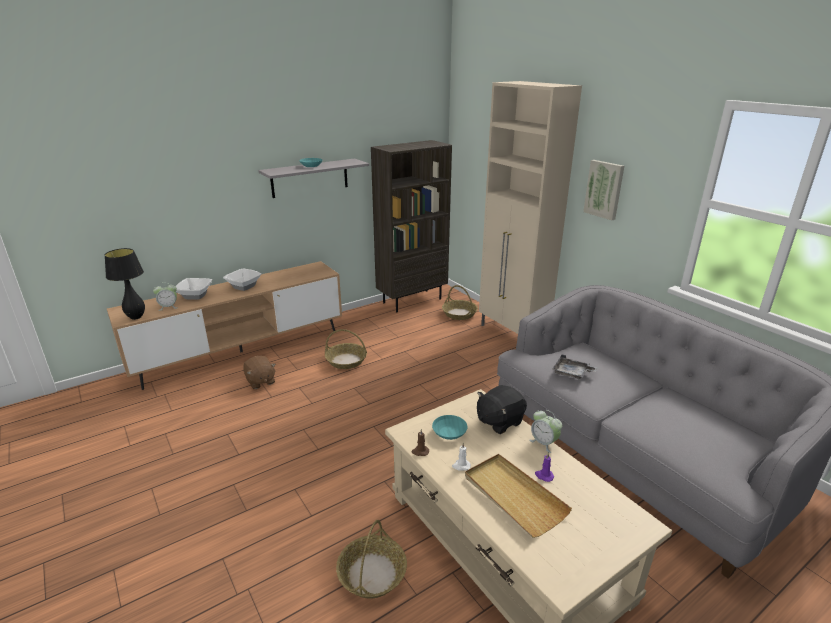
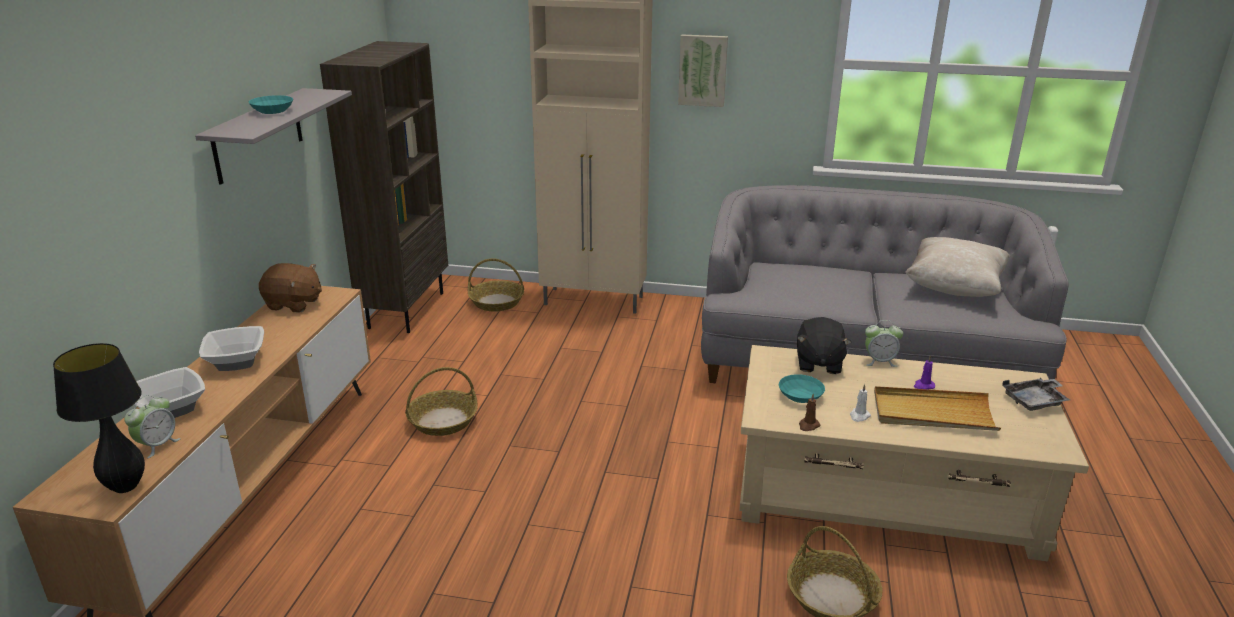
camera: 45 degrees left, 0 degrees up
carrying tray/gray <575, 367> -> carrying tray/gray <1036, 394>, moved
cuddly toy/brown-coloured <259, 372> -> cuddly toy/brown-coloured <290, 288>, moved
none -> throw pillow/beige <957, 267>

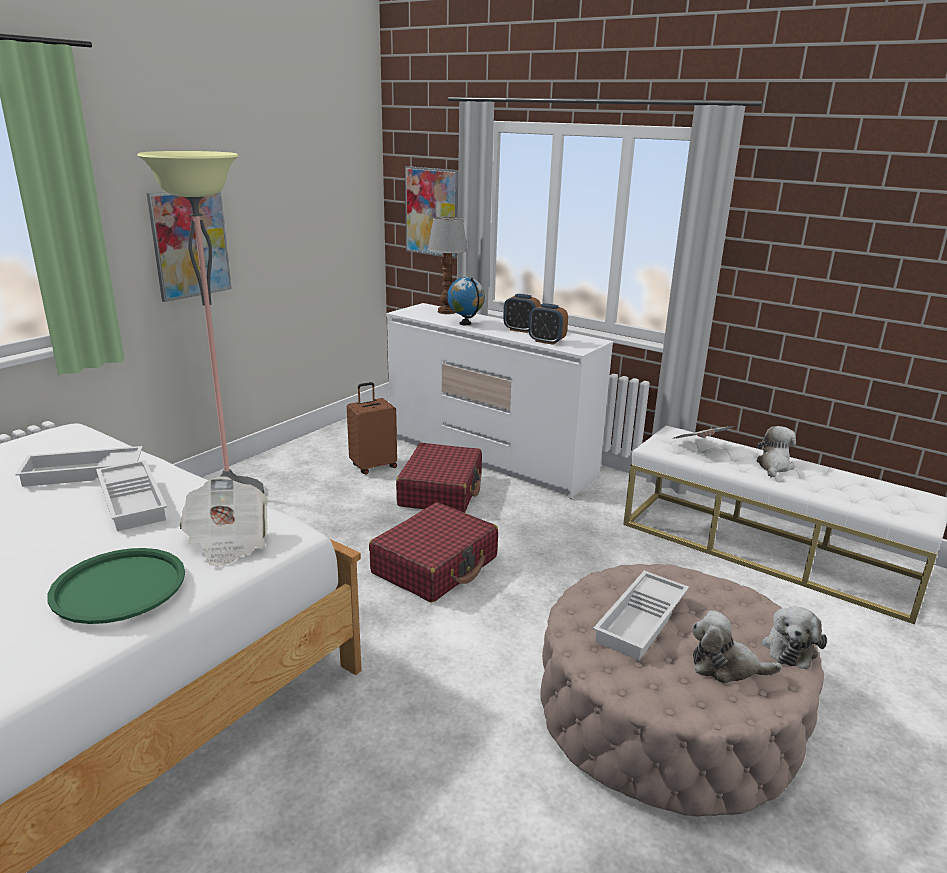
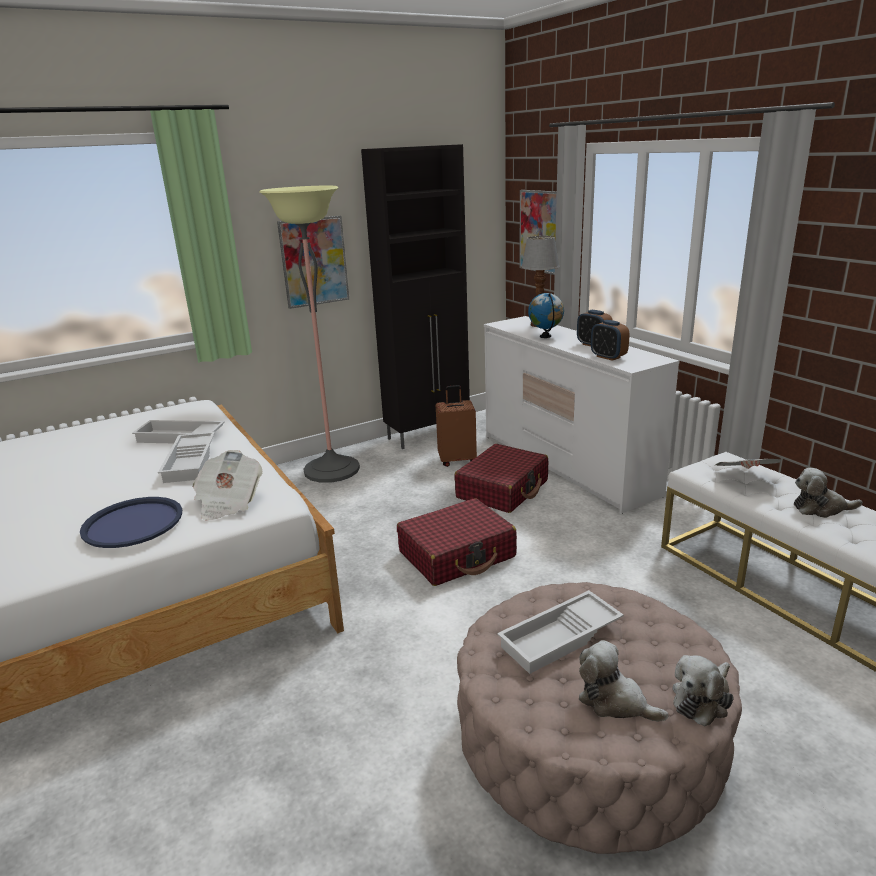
camera: 25 degrees right, 0 degrees up
cuddly toy <776, 451> -> cuddly toy <828, 493>, 135 degrees counterclockwise
carrying tray/green <116, 586> -> carrying tray/blue-coloured <131, 522>
none -> storage cabinet/black-coloured <415, 296>

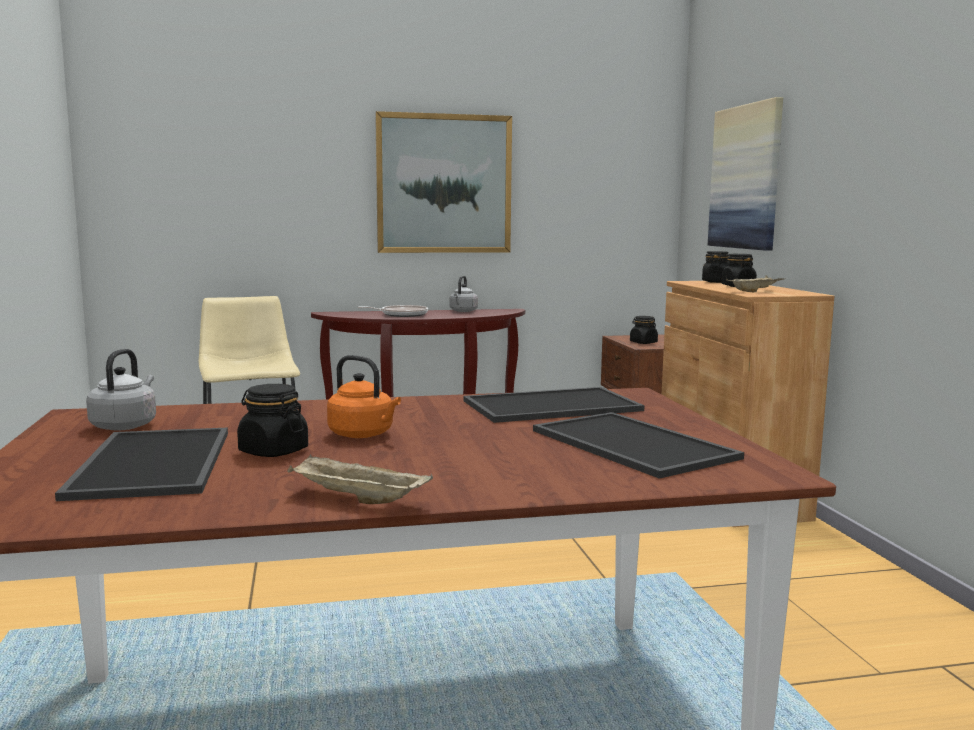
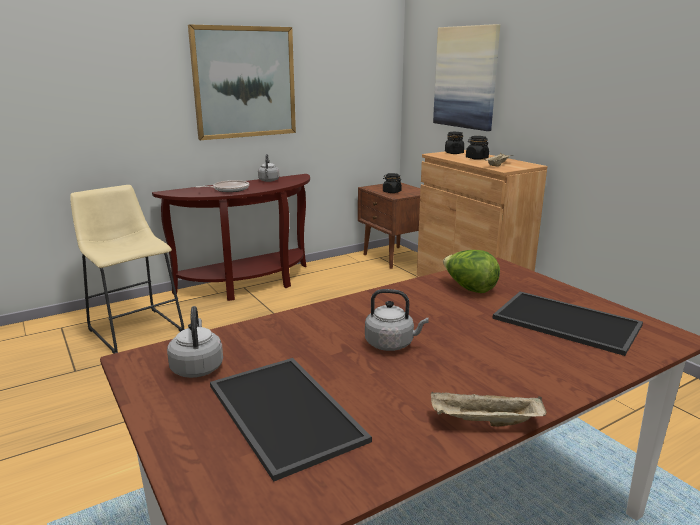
camera: 20 degrees left, 10 degrees up
tea kettle/orange-coloured <364, 396> -> tea kettle/gray <397, 320>
preserve jar/black-coloured <272, 420> -> none
carrying tray <554, 405> -> head of lettuce <471, 271>

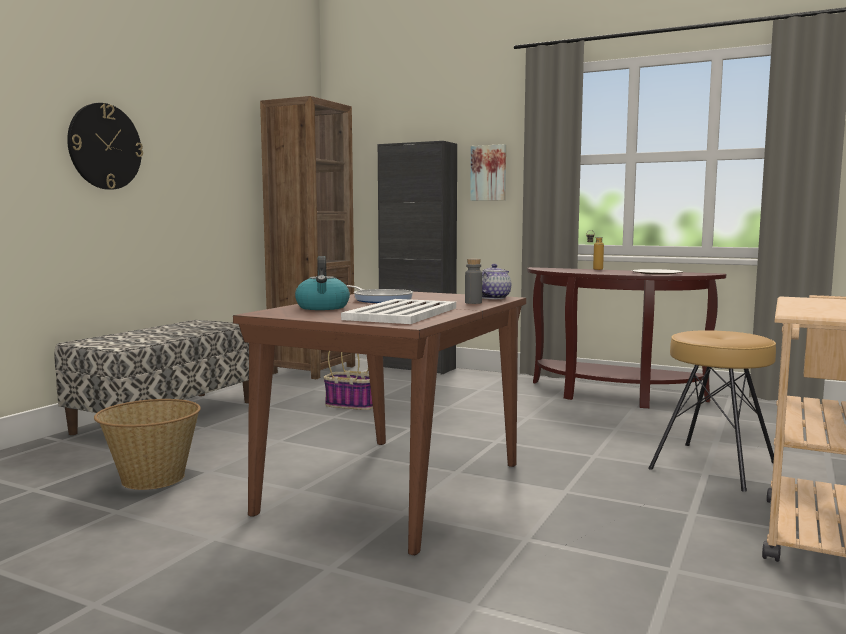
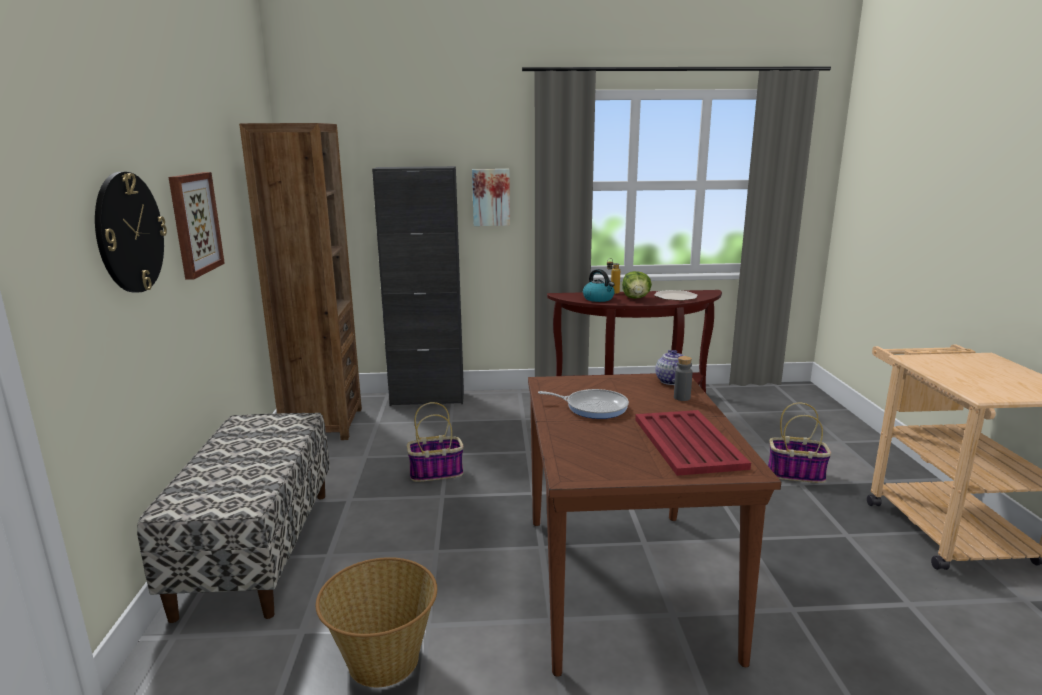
camera: 30 degrees left, 10 degrees up
tea kettle <322, 283> -> tea kettle <599, 285>, moved
carrying tray/white <398, 311> -> carrying tray/red <693, 443>
stool/brown-coloured <712, 411> -> storage basket <799, 443>
none -> wall picture <196, 226>
none -> head of lettuce <637, 285>

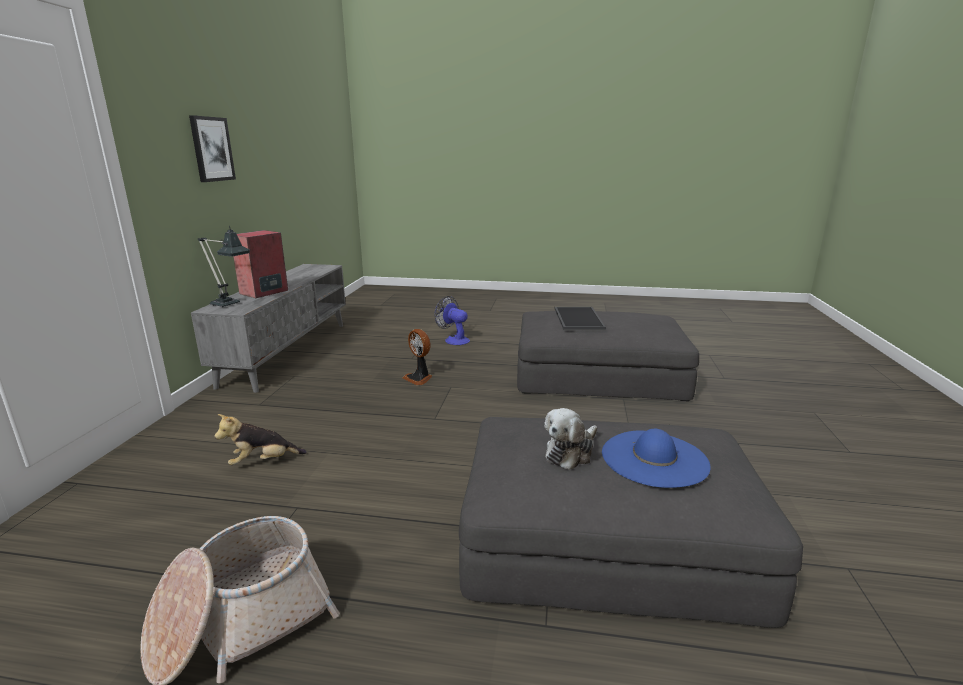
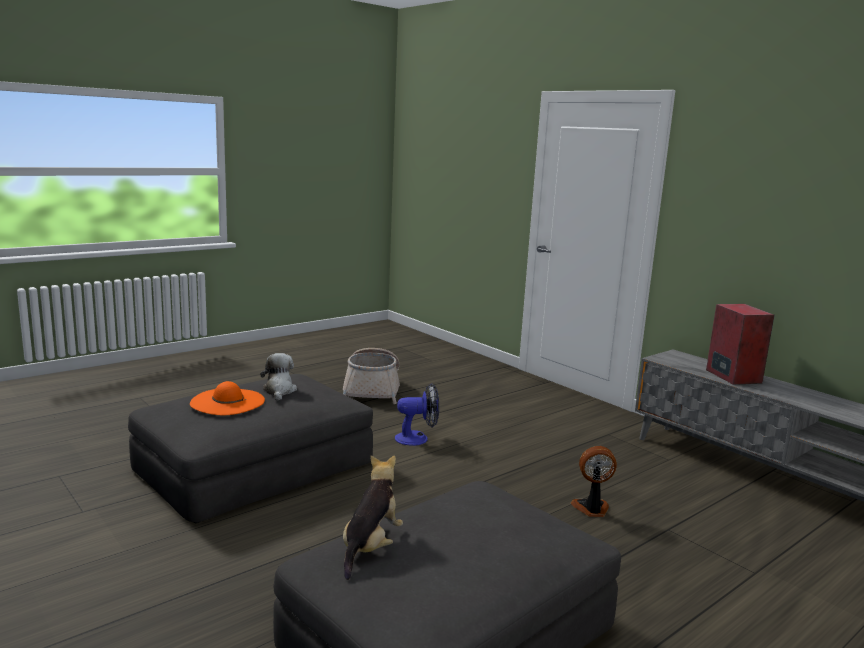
camera: 130 degrees right, 5 degrees down
wall picture <212, 148> -> none
tabletop lamp <223, 266> -> none
cooling fan <452, 320> -> cooling fan <417, 415>, moved
carrying tray <580, 318> -> none
cuddly toy <260, 439> -> cuddly toy <373, 517>, moved
wearable hat/blue-coloured <656, 458> -> wearable hat/orange-coloured <227, 398>

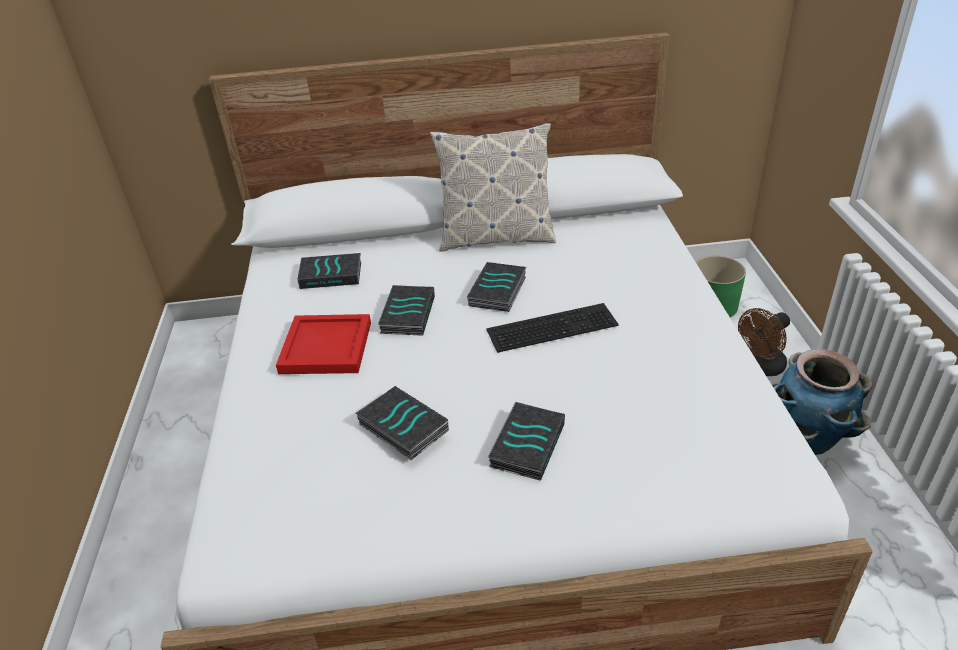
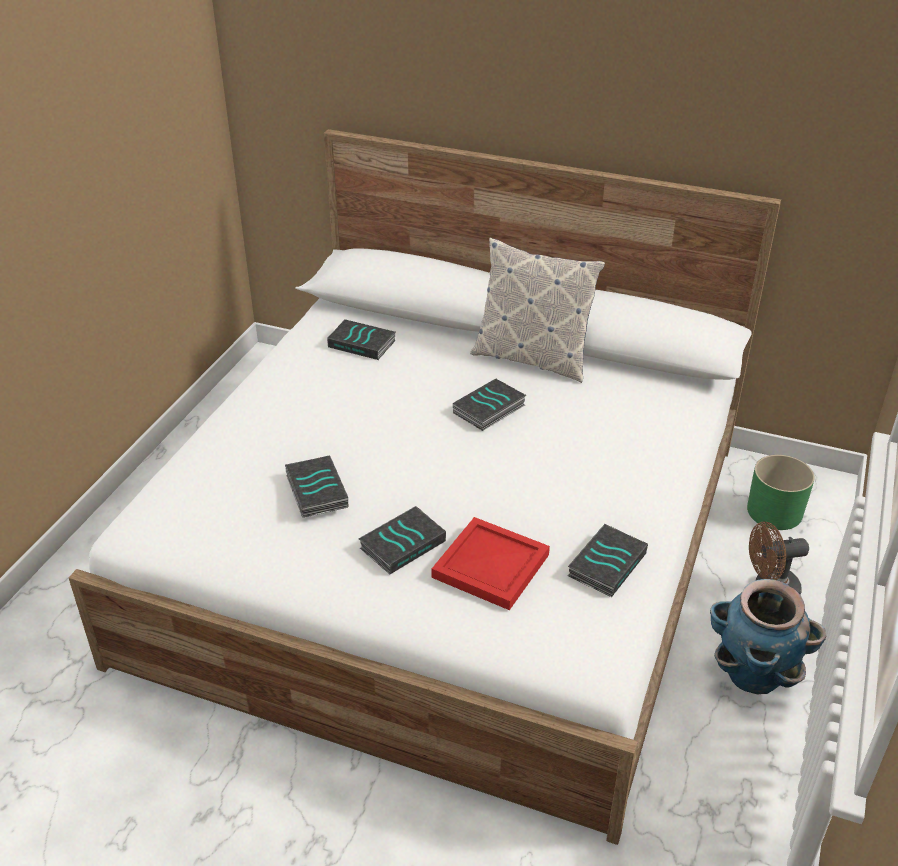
camera: 25 degrees right, 0 degrees up
book <406, 310> -> book <608, 560>, moved
computer keyboard <552, 328> -> none
carrying tray/red <323, 344> -> carrying tray/red <491, 563>, moved

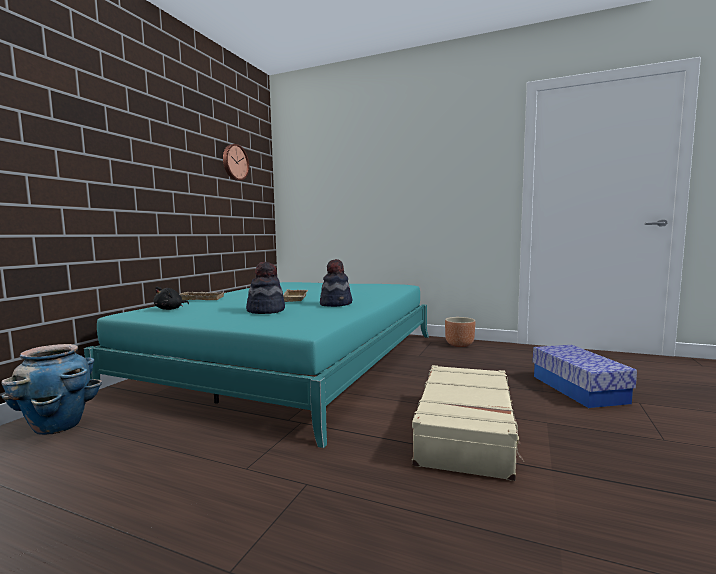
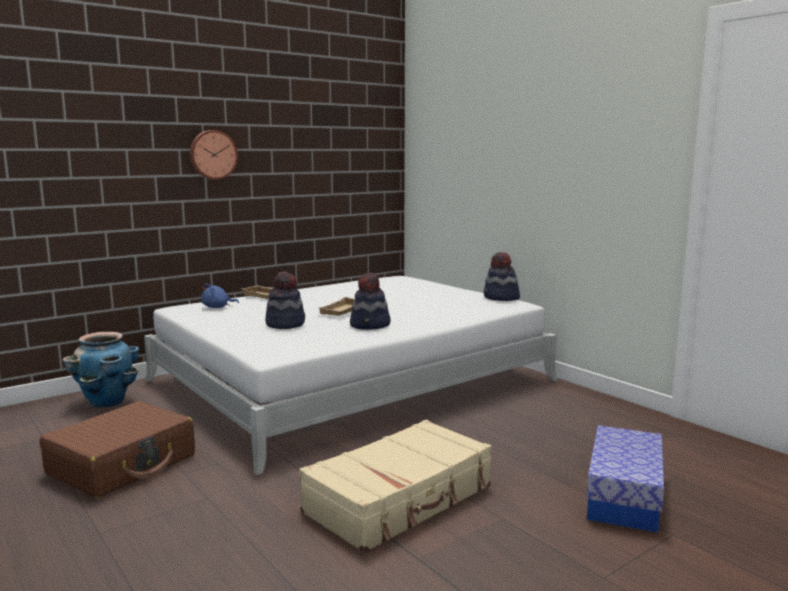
camera: 30 degrees right, 5 degrees up
wall clock <236, 162> -> wall clock <214, 155>, moved
bed/turquoise <256, 365> -> bed/white <351, 375>
cuddly toy/black-coloured <171, 298> -> cuddly toy/blue-coloured <220, 295>
flower pot/brown-coloured <460, 332> -> none
none -> wearable hat <502, 276>
none -> piece of luggage/brown-coloured <117, 449>

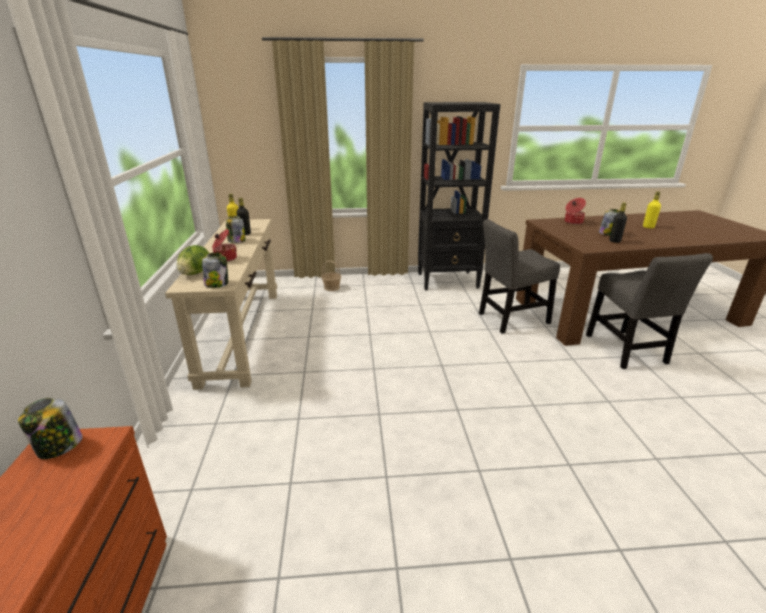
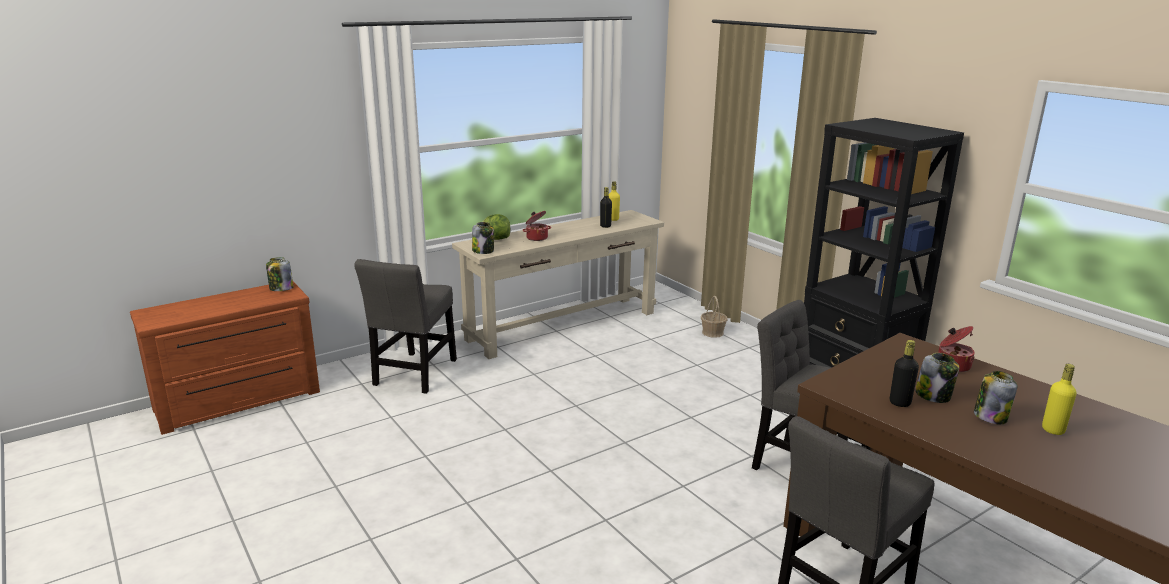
camera: 60 degrees right, 5 degrees down
preserve jar <235, 229> -> preserve jar <995, 397>, moved
none -> chair/gray <405, 326>

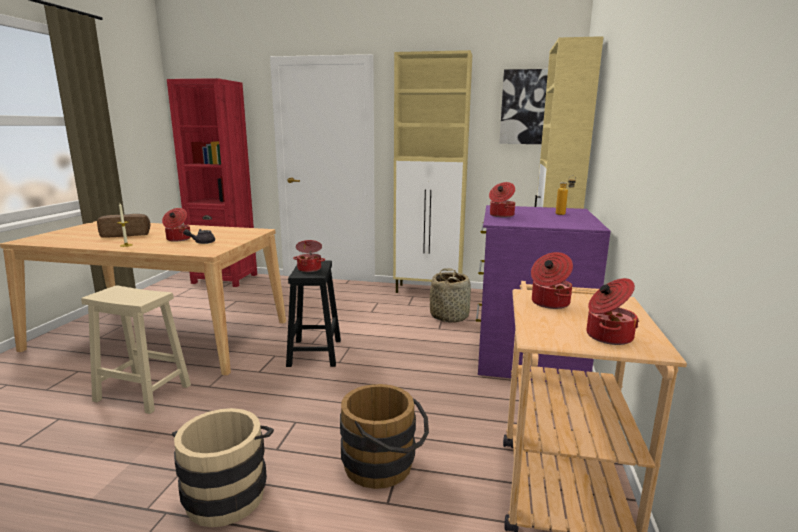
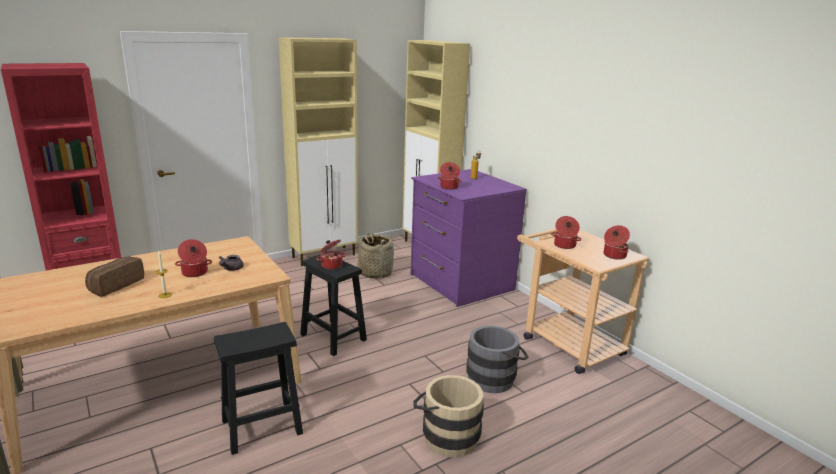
camera: 45 degrees left, 5 degrees up
wall picture <523, 106> -> none
stool/beige <136, 349> -> stool/black-coloured <258, 388>
pail/brown-coloured <384, 436> -> pail/gray <497, 359>

